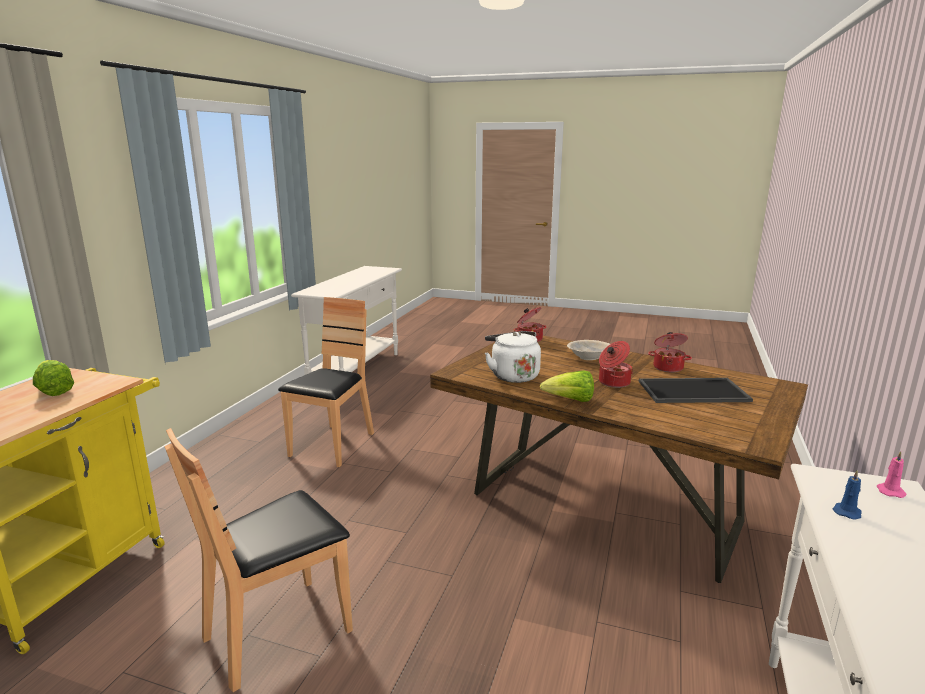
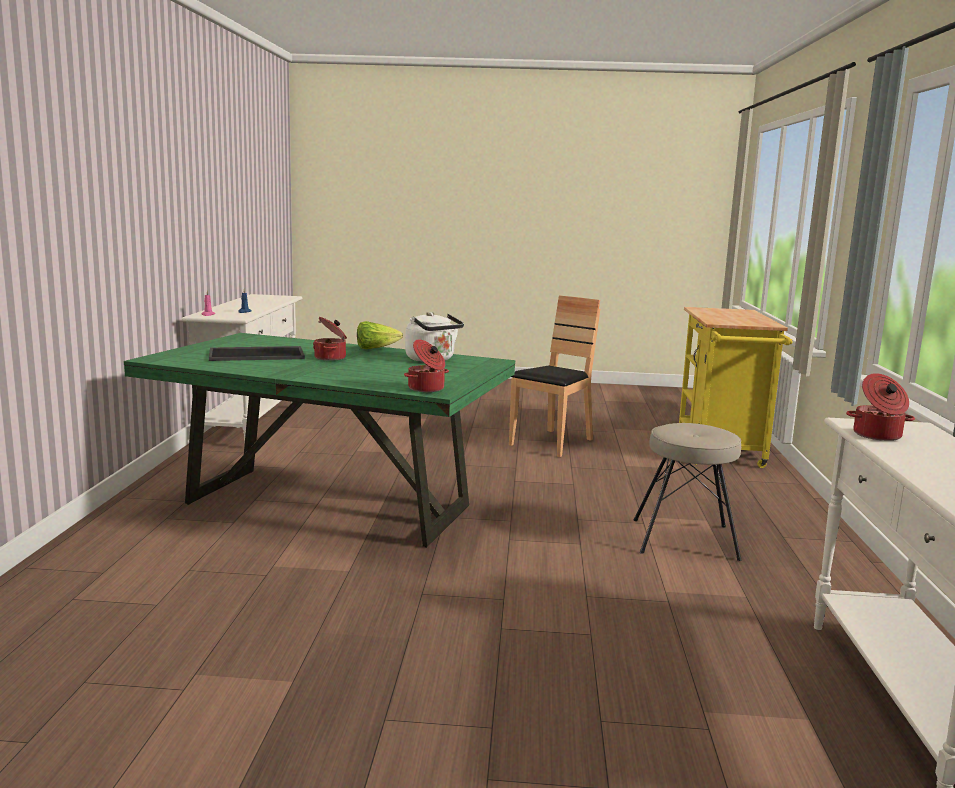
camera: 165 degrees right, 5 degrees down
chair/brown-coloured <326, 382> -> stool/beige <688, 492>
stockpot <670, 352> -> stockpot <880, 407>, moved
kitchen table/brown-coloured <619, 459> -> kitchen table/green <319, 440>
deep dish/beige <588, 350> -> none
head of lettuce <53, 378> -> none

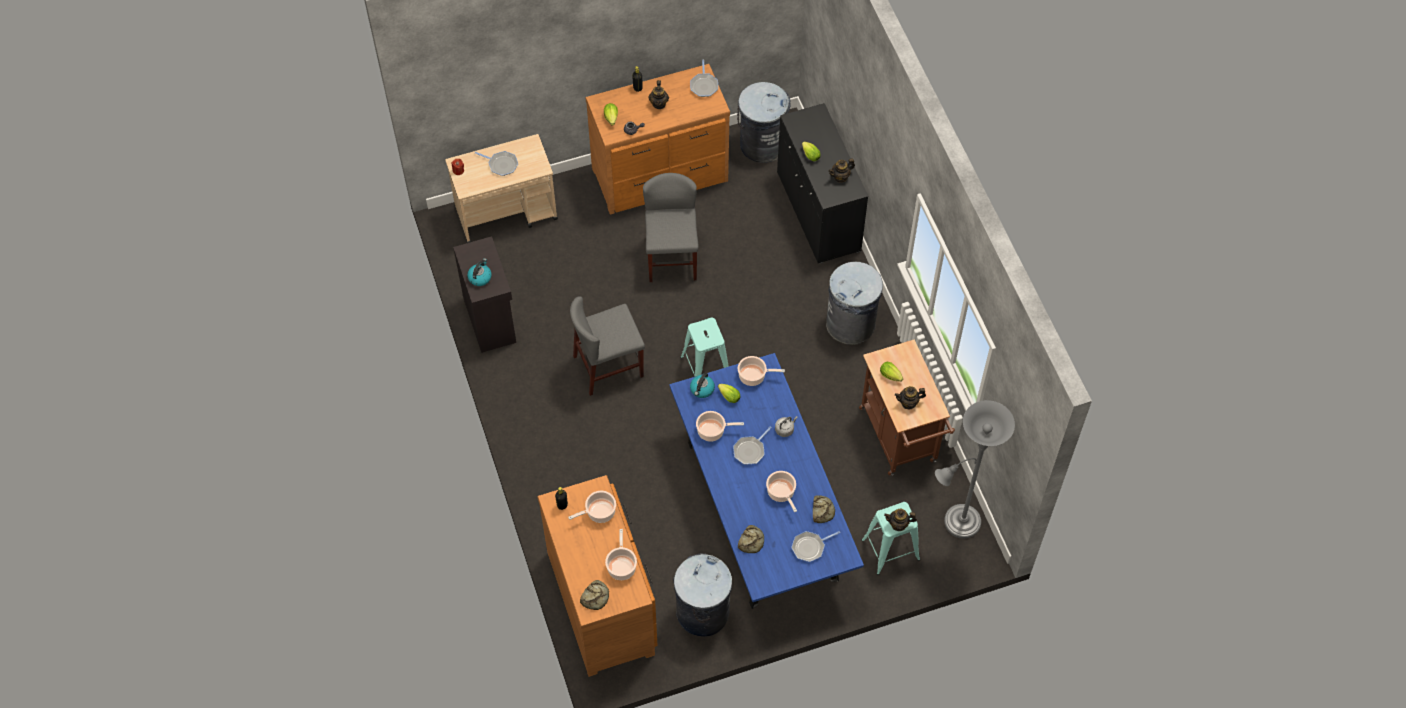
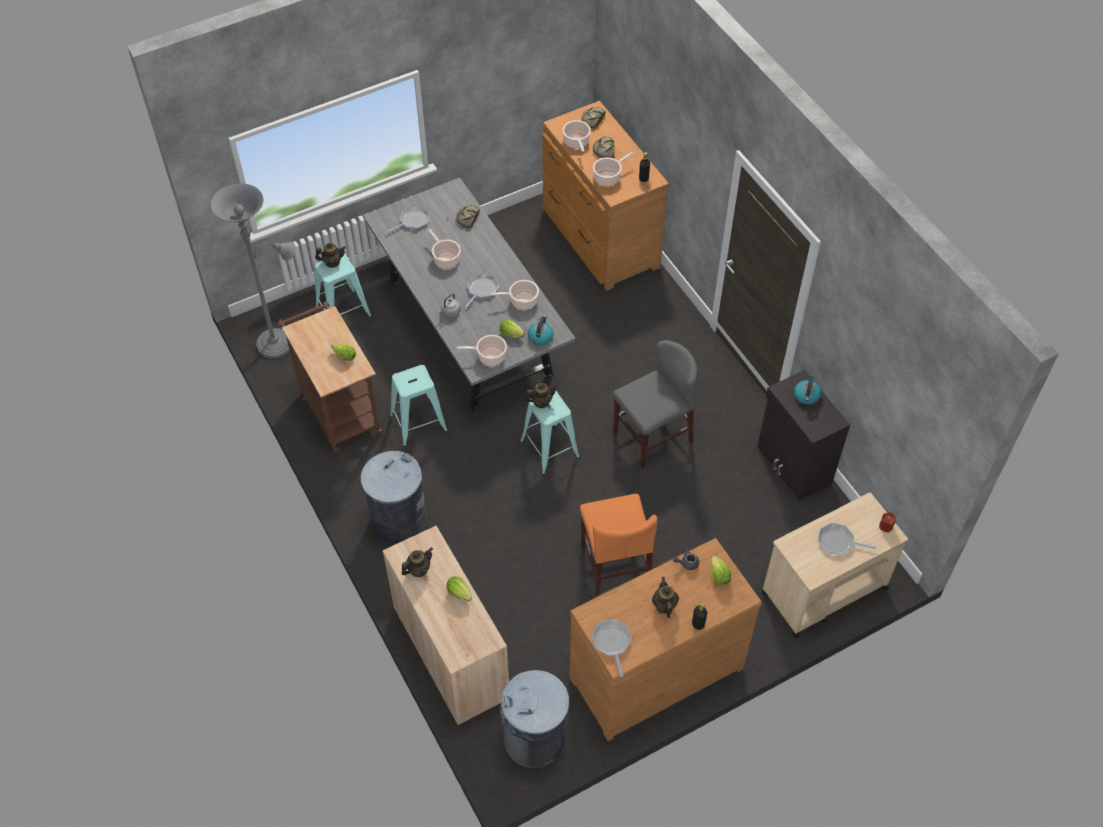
camera: 170 degrees right, 5 degrees down
storage cabinet/black-coloured <822, 183> -> storage cabinet/beige <445, 625>
chair/gray <671, 227> -> chair/orange-coloured <619, 545>
kitchen table/blue-coloured <767, 481> -> kitchen table/gray <469, 294>
pot for tea <910, 398> -> pot for tea <541, 395>, moved
bread <824, 509> -> bread <604, 147>, moved
trash can/gray <702, 595> -> none
none -> stool/turquoise <419, 406>

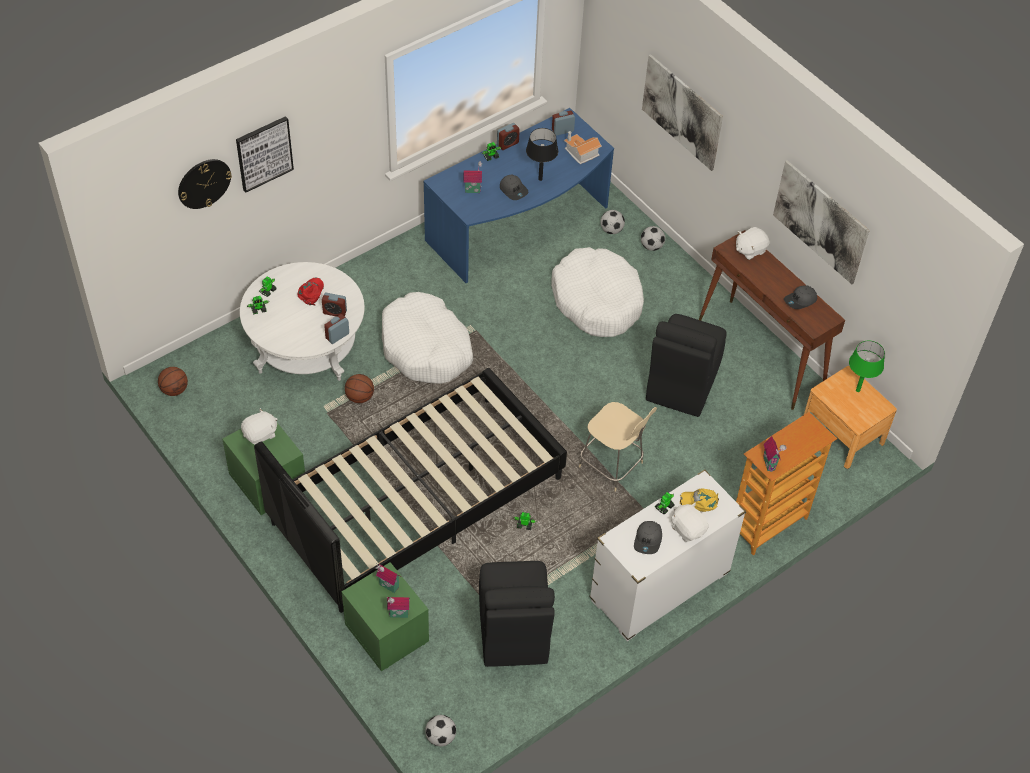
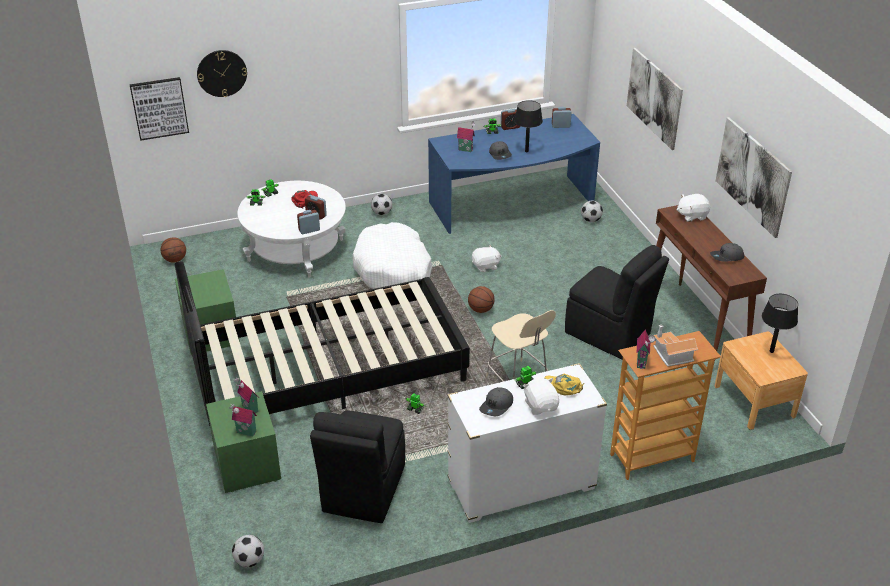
camera: 20 degrees right, 15 degrees down
wall picture <265, 154> -> wall picture <159, 109>, moved
model house <583, 147> -> model house <675, 346>, moved
football ball <653, 238> -> football ball <381, 204>, moved
dog cushion/white <597, 292> -> none
chair/black-coloured <686, 365> -> chair/black-coloured <617, 302>, 90 degrees counterclockwise
tabletop lamp/green <867, 366> -> tabletop lamp/black-coloured <780, 323>
basketball <359, 388> -> basketball <481, 299>, moved
cuddly toy/white <259, 426> -> cuddly toy/white <487, 258>, moved

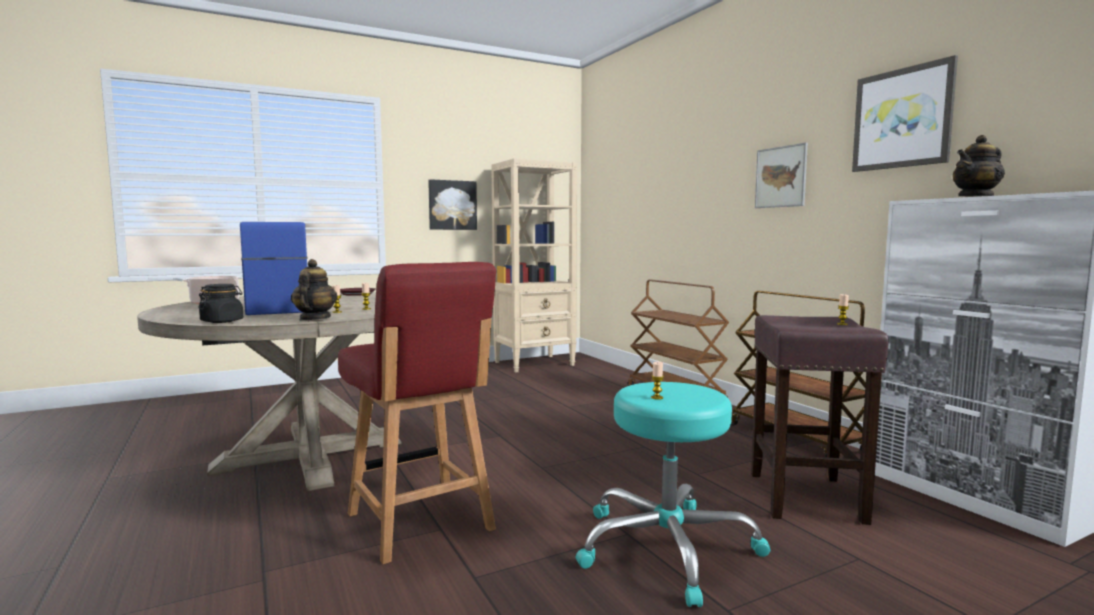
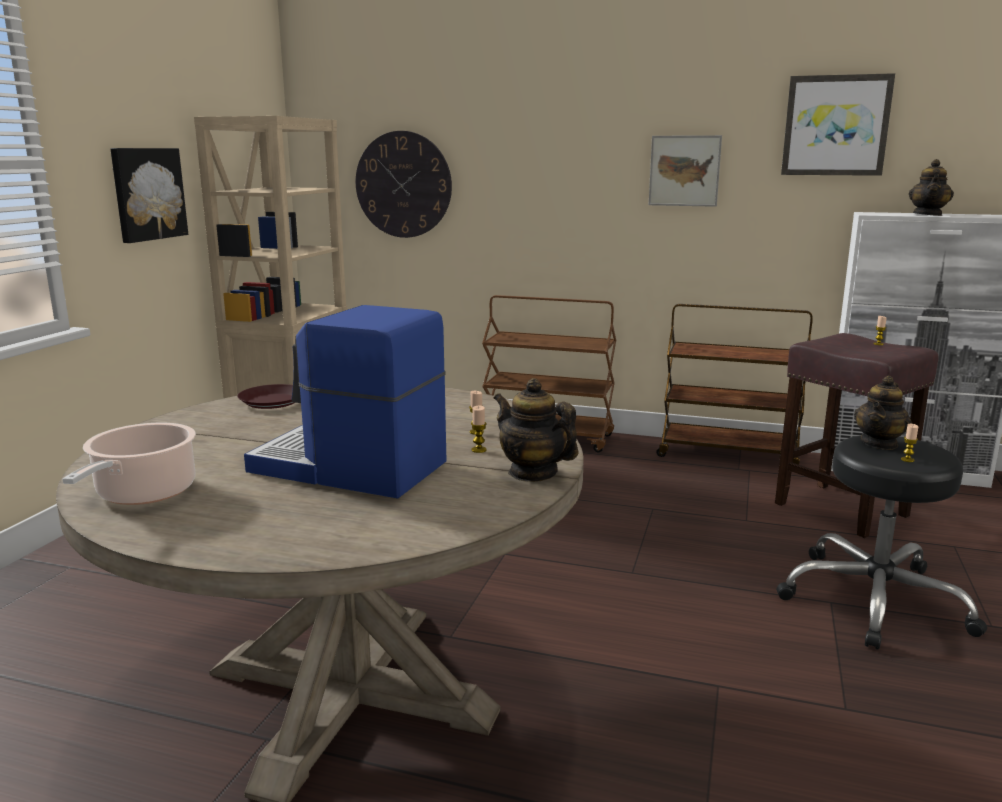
camera: 45 degrees left, 10 degrees up
chair/red <417, 413> -> none
preserve jar/black-coloured <220, 303> -> none
stool/turquoise <673, 494> -> stool/black-coloured <881, 543>
none -> wall clock <404, 184>
none -> pot for tea <883, 412>

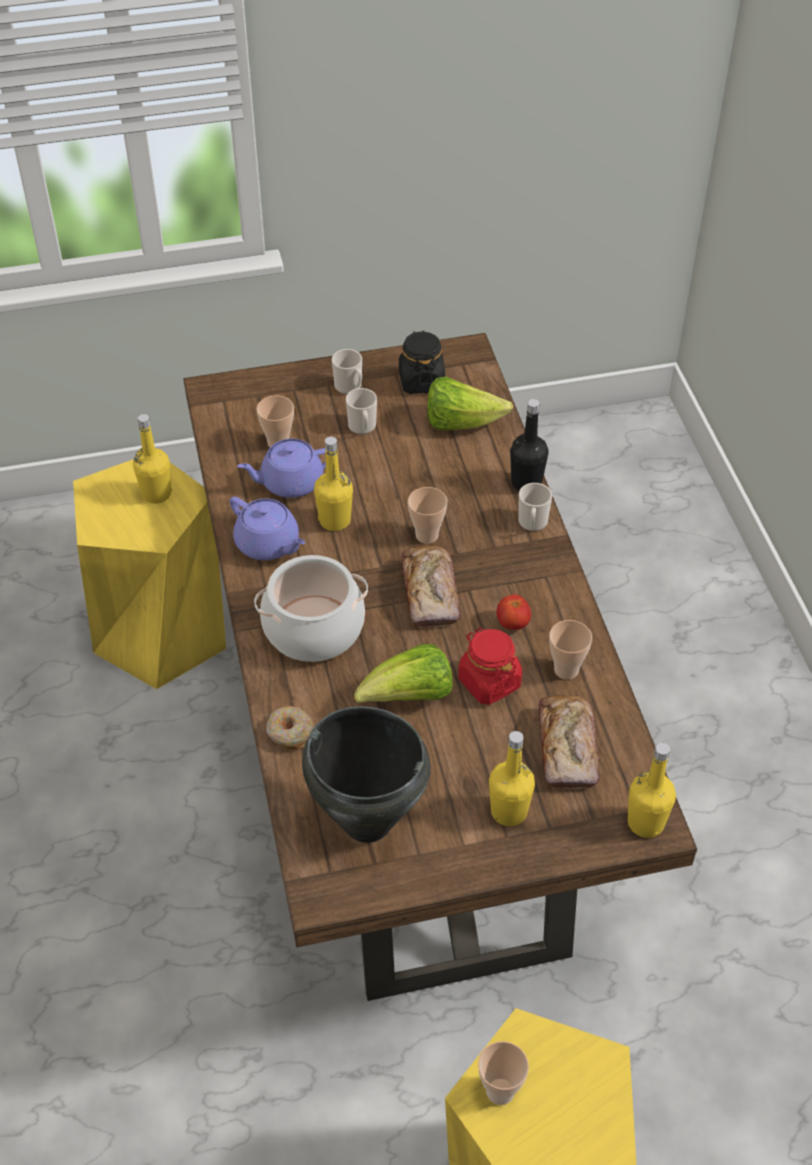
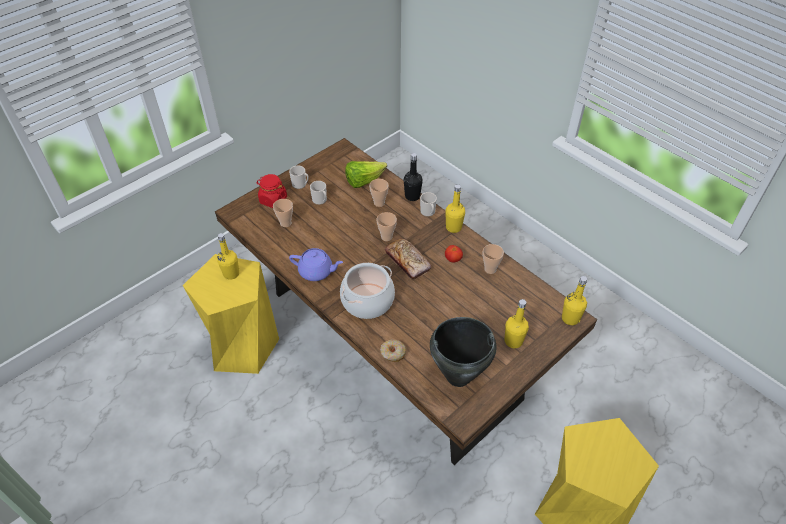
camera: 30 degrees left, 0 degrees up
preserve jar/black-coloured <422, 362> -> none
beverage bottle/yellowish <333, 483> -> beverage bottle/yellowish <455, 208>, moved
pot for tea/purple-coloured <281, 468> -> none
preserve jar/red <490, 666> -> preserve jar/red <272, 191>, moved
head of lettuce <403, 673> -> none
bread <569, 742> -> none
cup <503, 1073> -> cup <379, 193>, moved

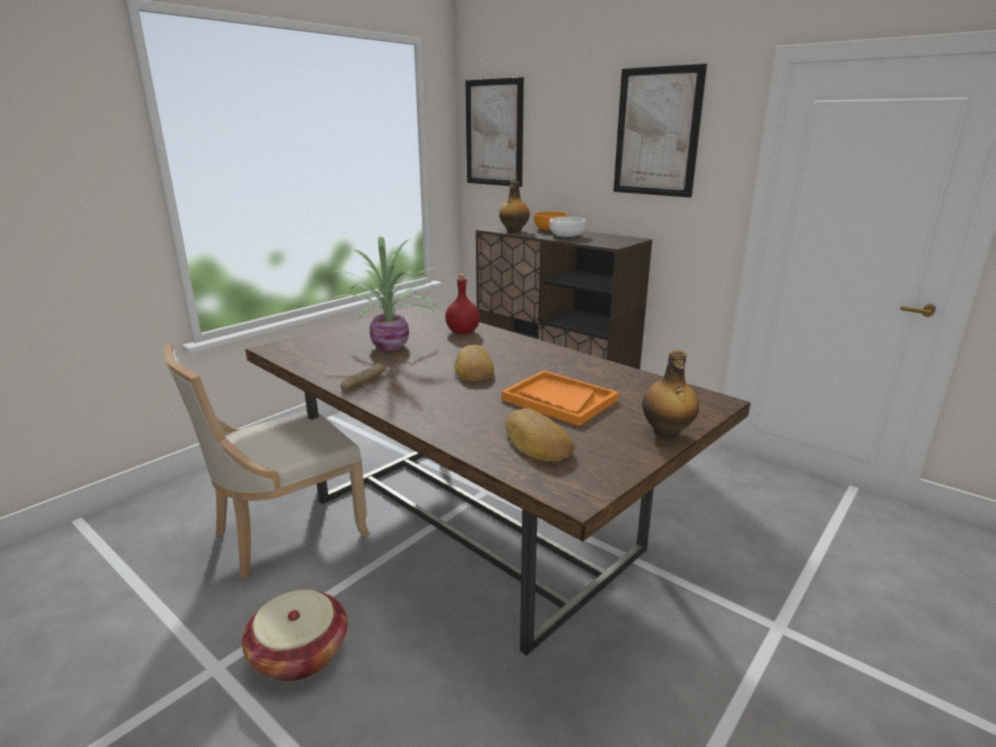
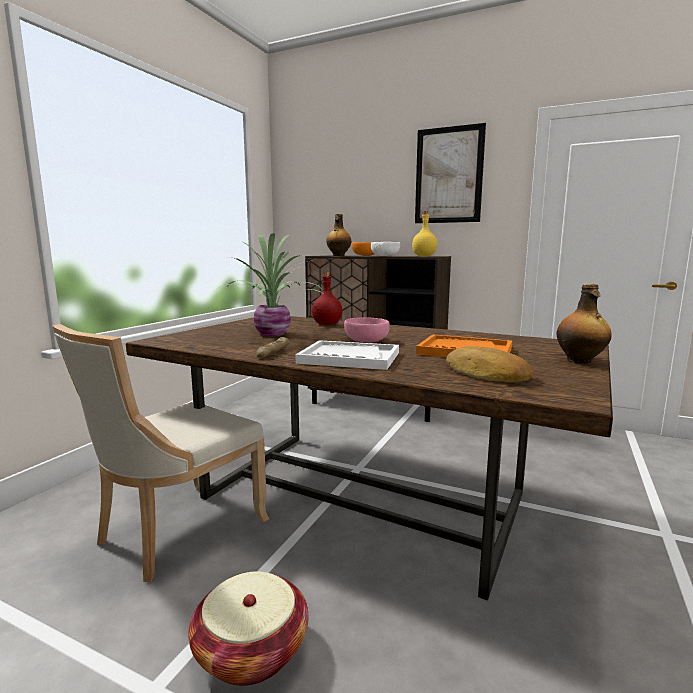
camera: 15 degrees left, 10 degrees down
wall picture <494, 132> -> none
bread <474, 363> -> deep dish/pink-coloured <367, 330>
none -> beverage bottle/yellowish <424, 233>
none -> carrying tray/white <347, 355>

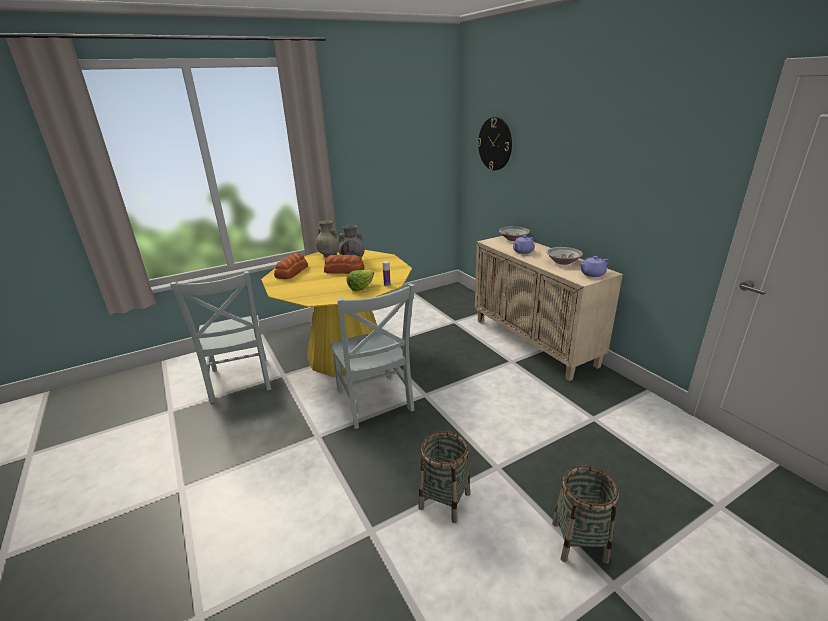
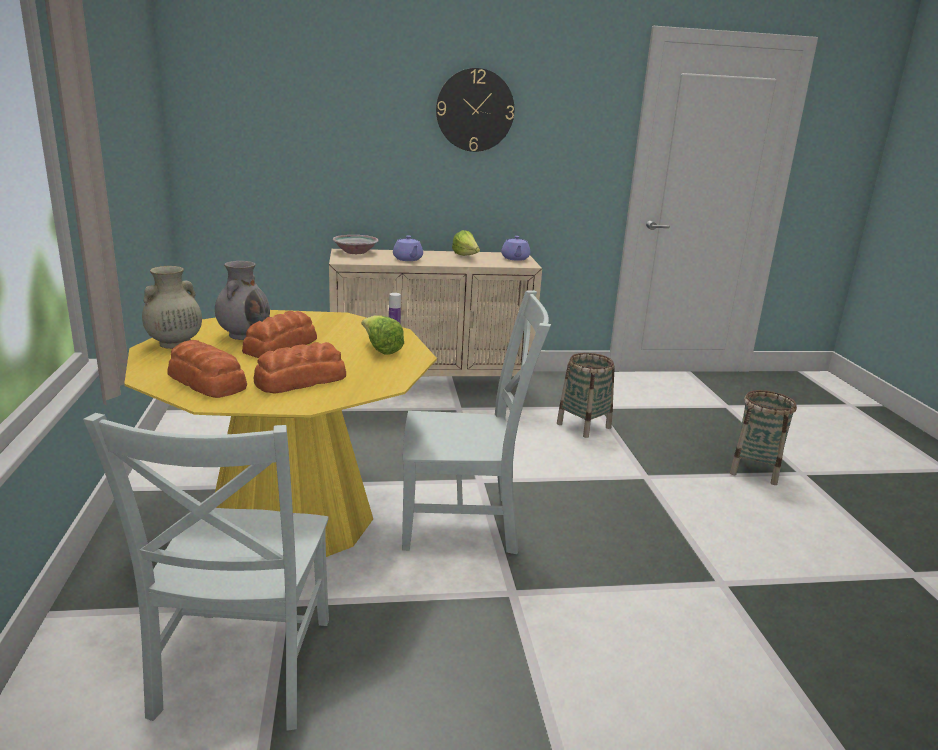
camera: 70 degrees left, 5 degrees down
wall clock <494, 143> -> wall clock <475, 110>, moved
deep dish <564, 256> -> head of lettuce <466, 243>
chair/gray <220, 337> -> chair/gray <206, 572>, 90 degrees clockwise
storage basket <444, 477> -> storage basket <586, 395>, moved
none -> bread <300, 368>

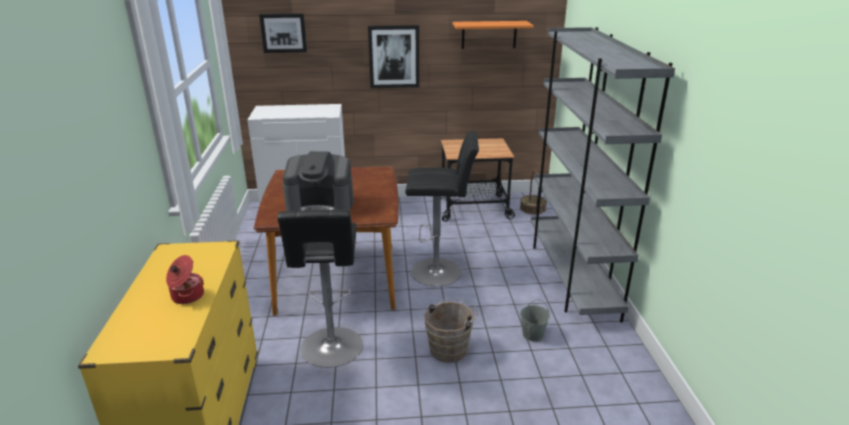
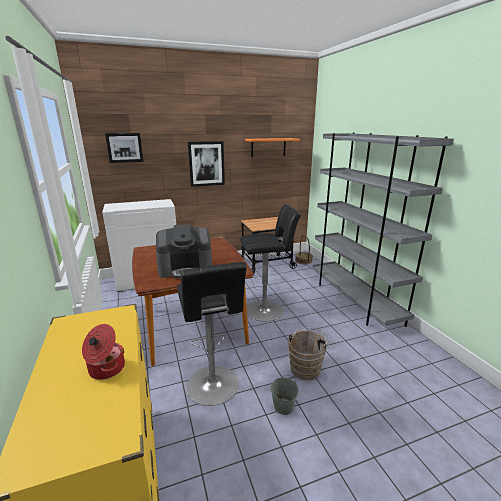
camera: 15 degrees left, 5 degrees down
pail/gray <535, 320> -> pail/gray <285, 395>, moved

